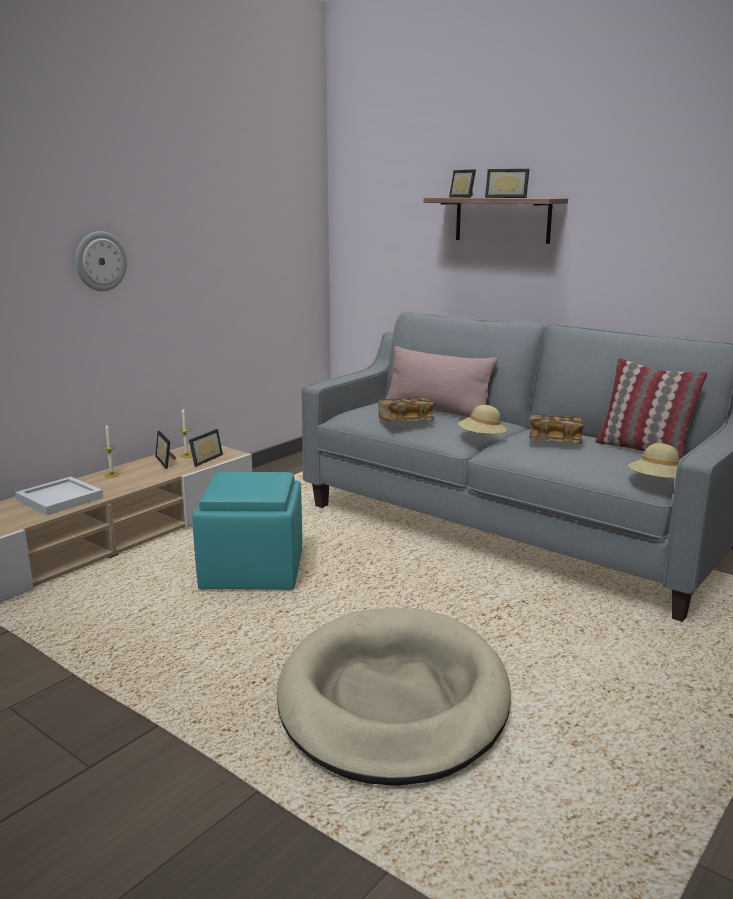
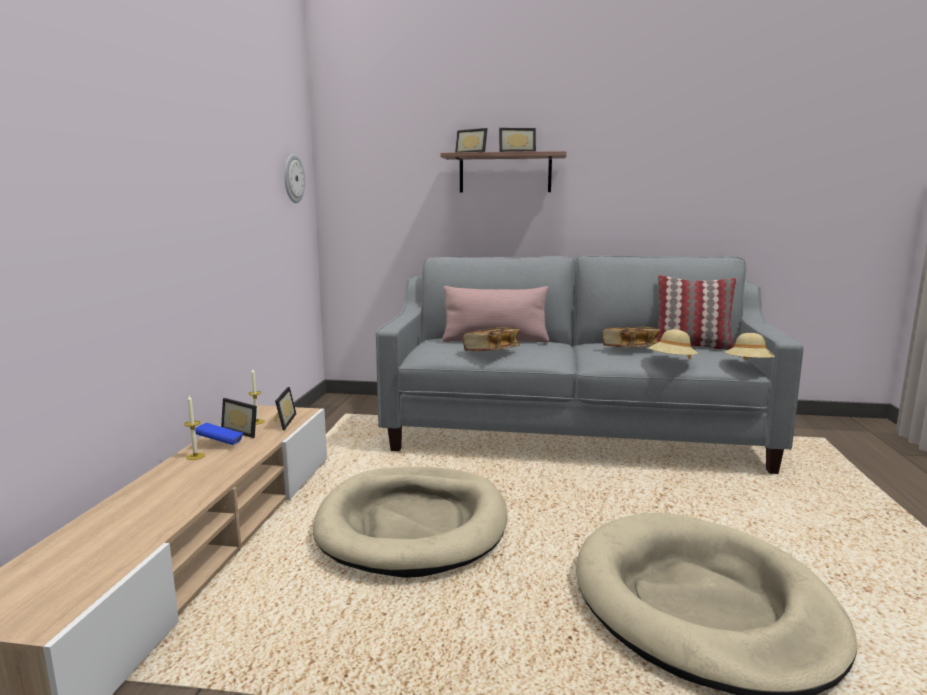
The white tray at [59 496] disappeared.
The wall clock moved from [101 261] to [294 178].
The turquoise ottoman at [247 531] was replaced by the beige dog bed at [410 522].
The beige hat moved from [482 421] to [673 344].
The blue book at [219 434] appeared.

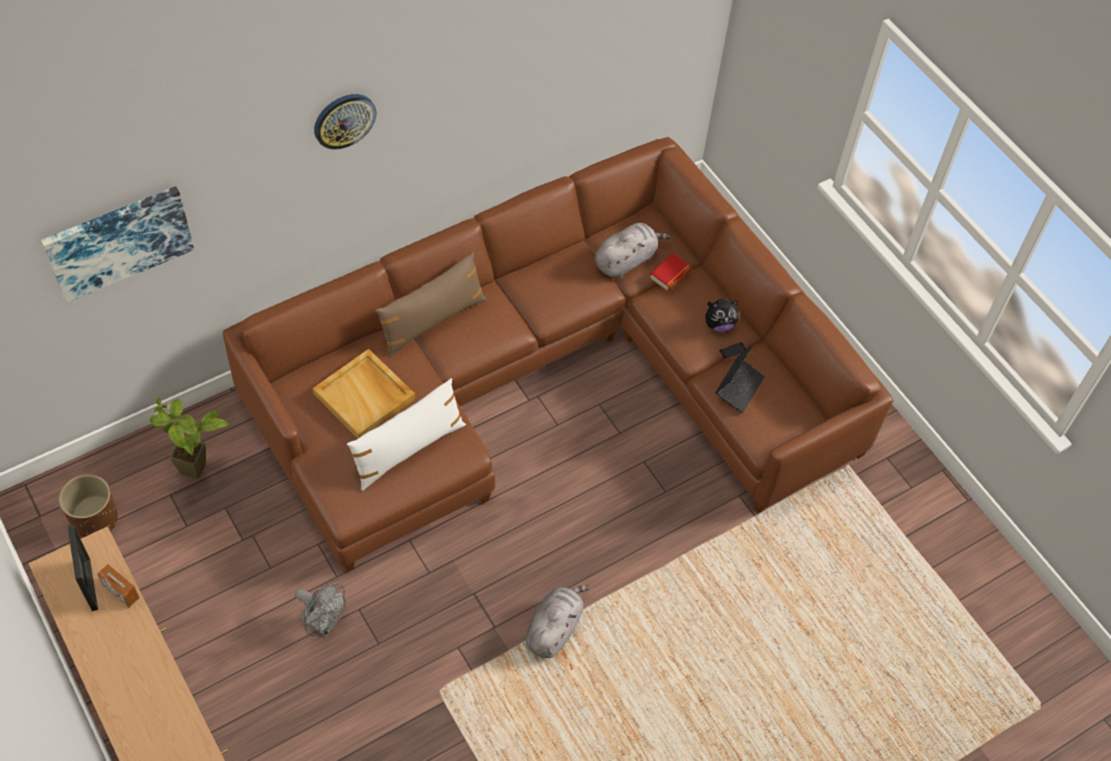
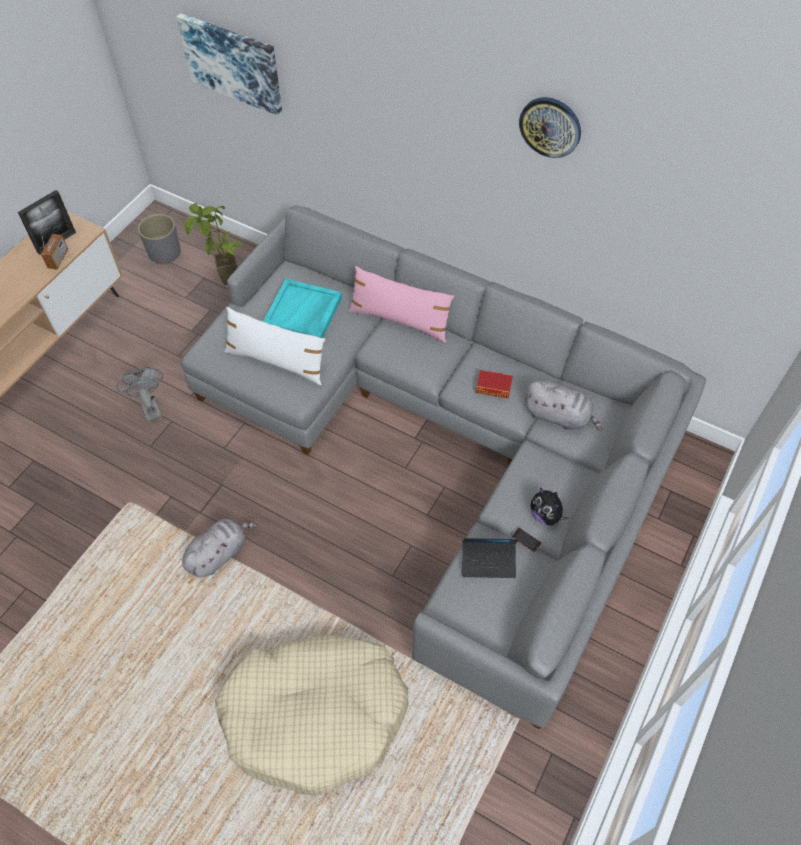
The brown planter at [88 506] became the grey planter at [159 239].
The brown sofa at [558 354] became the grey sofa at [443 467].
The grey fan at [320 609] turned 150 degrees clockwise.
The beige tray at [363 393] became the turquoise tray at [302 308].
The wall clock moved from [345 121] to [550 127].
The brown pillow at [430 305] became the pink pillow at [401 304].
The grey plush toy at [558 621] turned 45 degrees counterclockwise.
The book moved from [670 272] to [494 384].
The beige dog bed at [312 715] appeared.

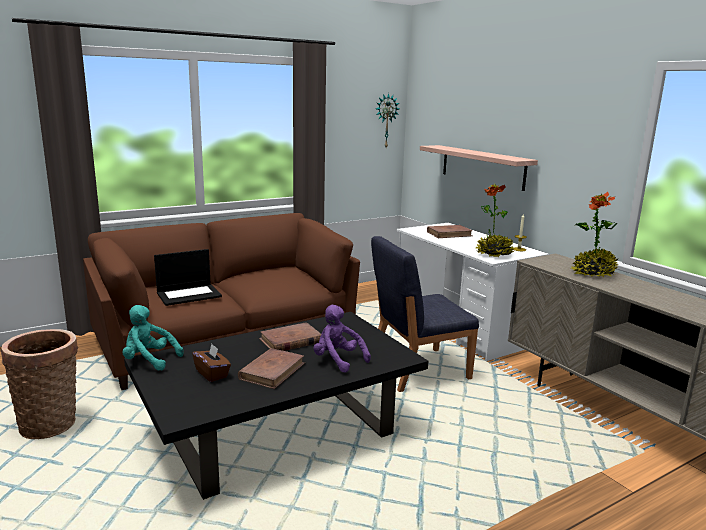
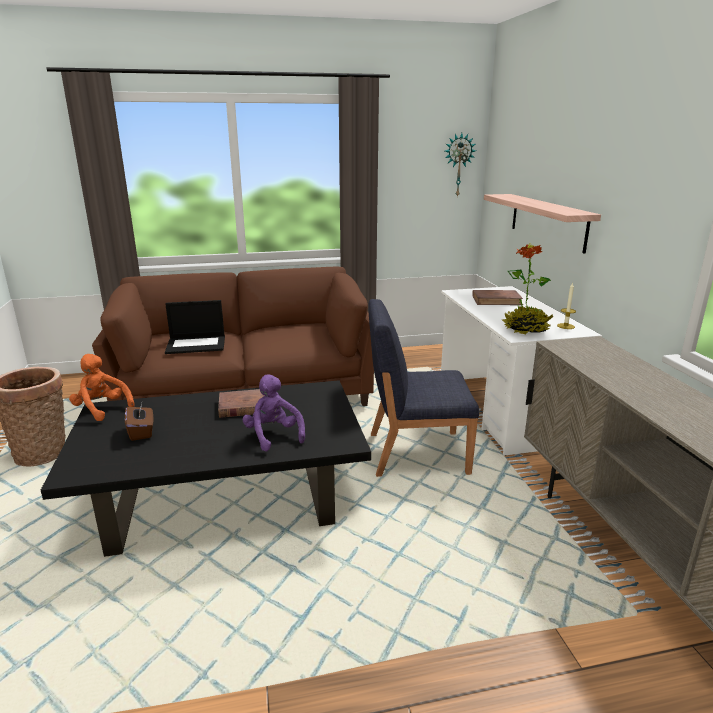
The turquoise plush toy at [153 338] became the orange plush toy at [101 387].
The brown book at [271 368] disappeared.
The potted plant at [594 234] disappeared.

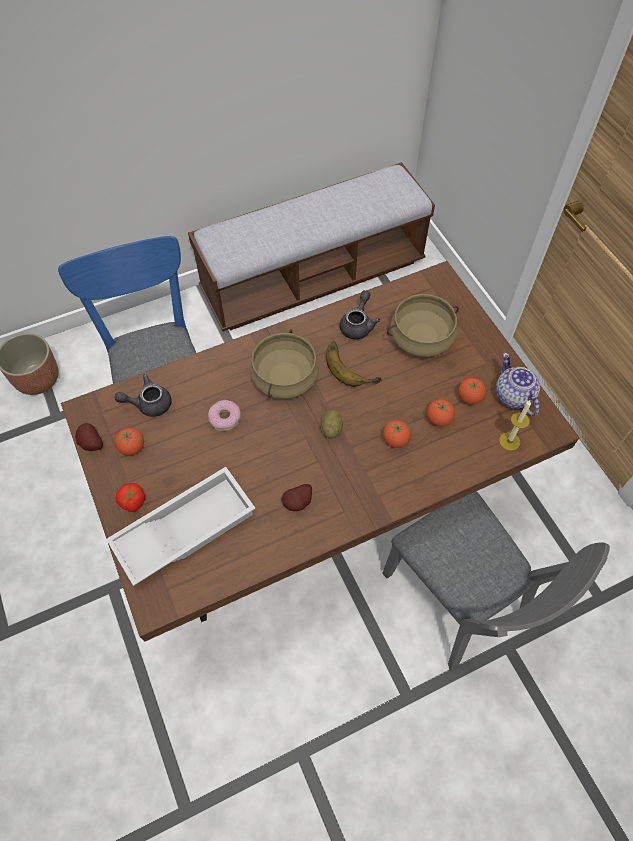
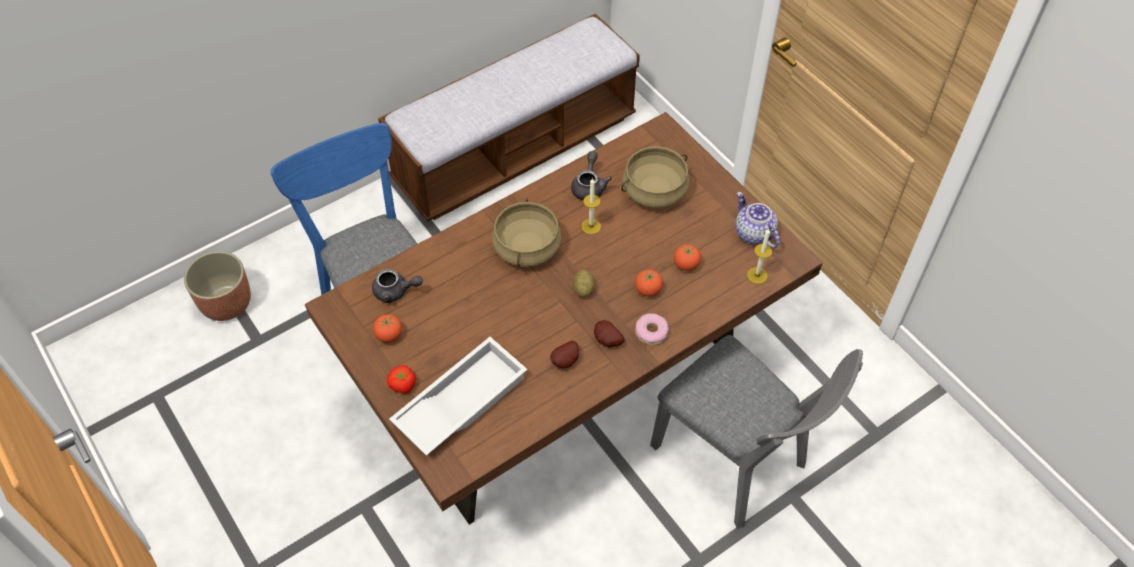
The potato moved from [89 437] to [609 333].
The grey teapot at [142 395] turned 150 degrees counterclockwise.
The donut moved from [224 415] to [652 329].
The banana at [354 364] was replaced by the candle at [591 206].
The tomato at [472 391] disappeared.

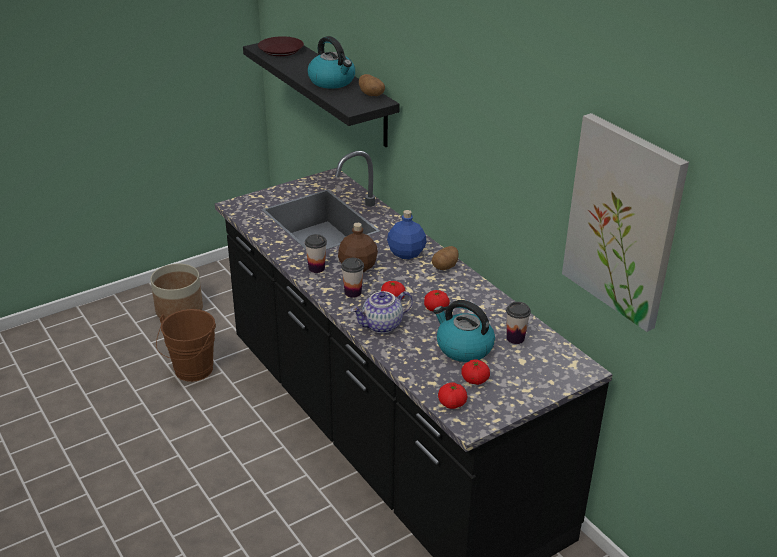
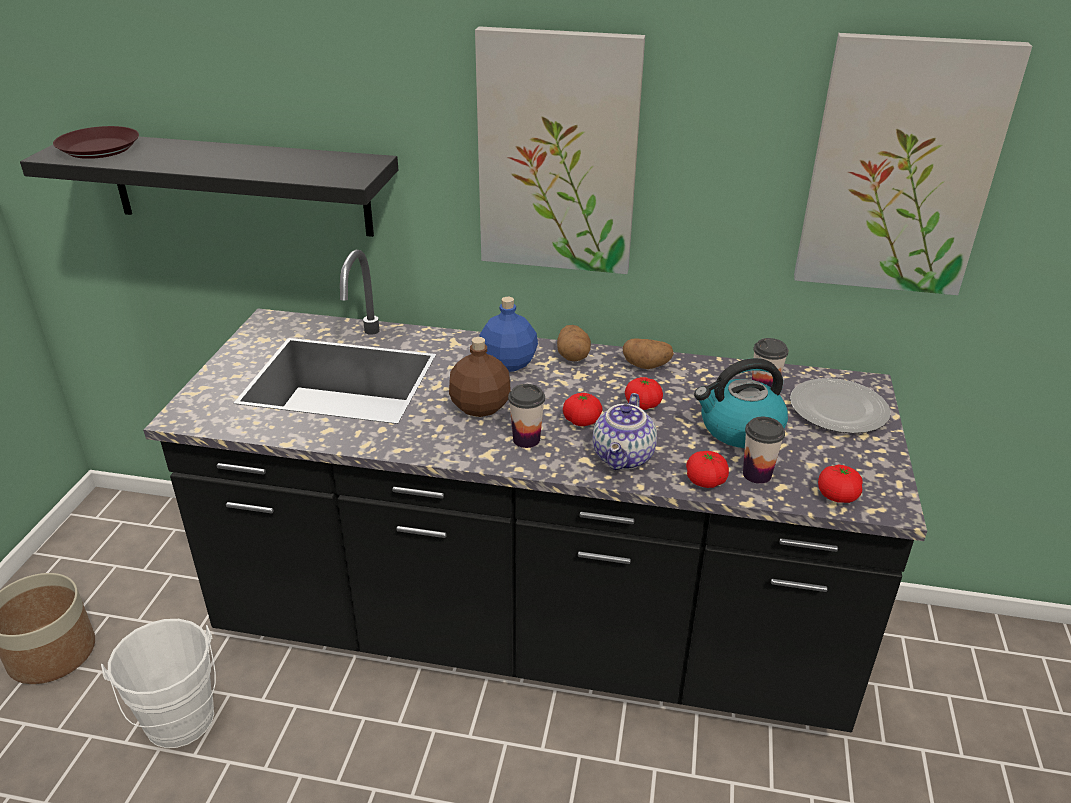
The brown bucket at [186 345] became the white bucket at [158 683].
The cup moved from [316 253] to [764 450].
The kettle at [331 62] disappeared.
The potato moved from [372 85] to [648 354].
The tomato moved from [475 372] to [707 469].
The picture at [560 150] appeared.
The plate at [840 405] appeared.

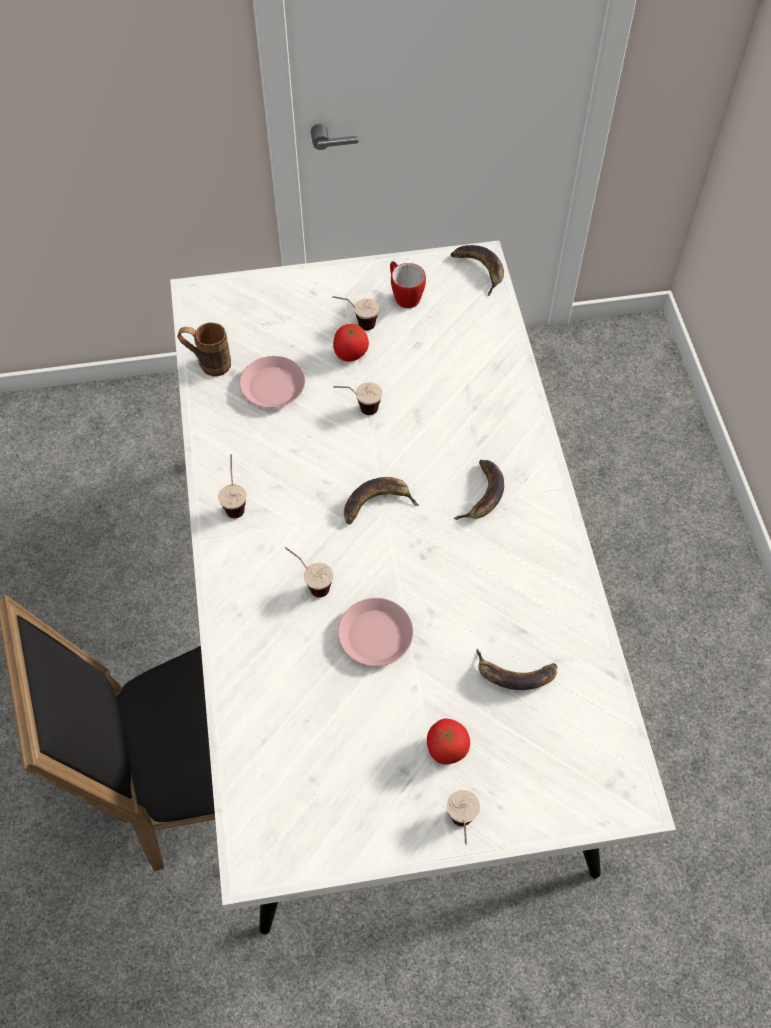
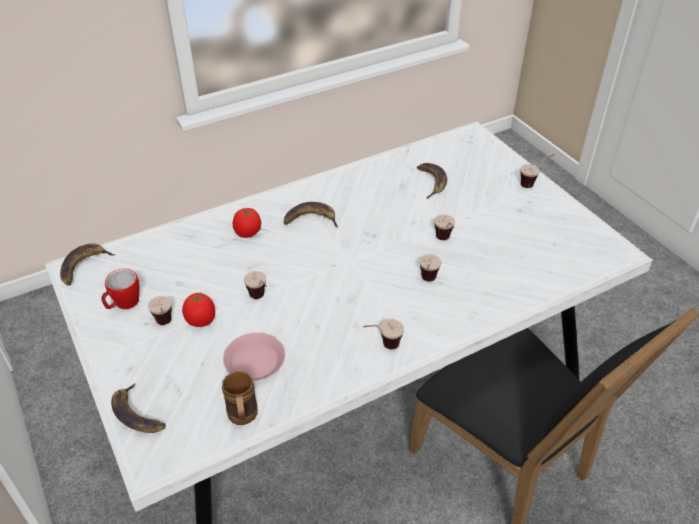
The pink plate at [375 632] was replaced by the cup at [444 227].
The banana moved from [381 501] to [138 408].
The tomato moved from [448 742] to [246 223].

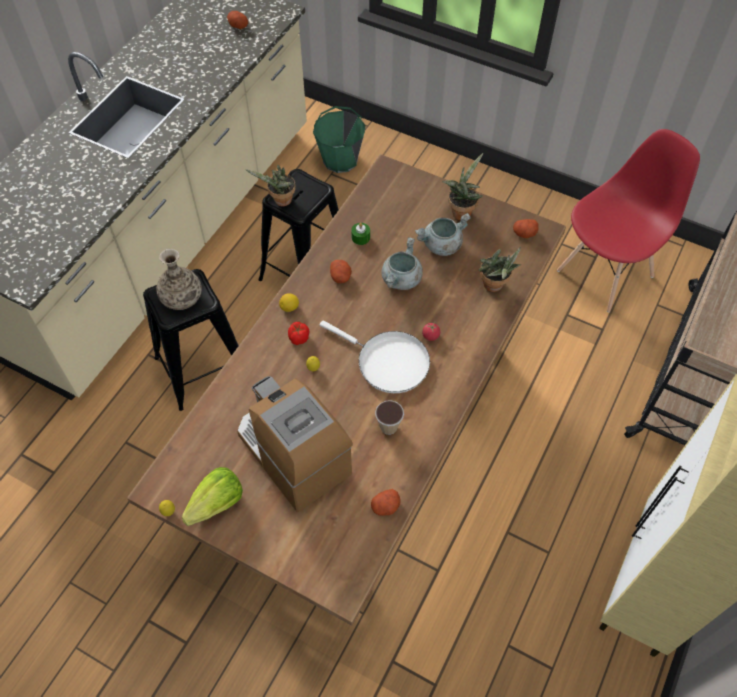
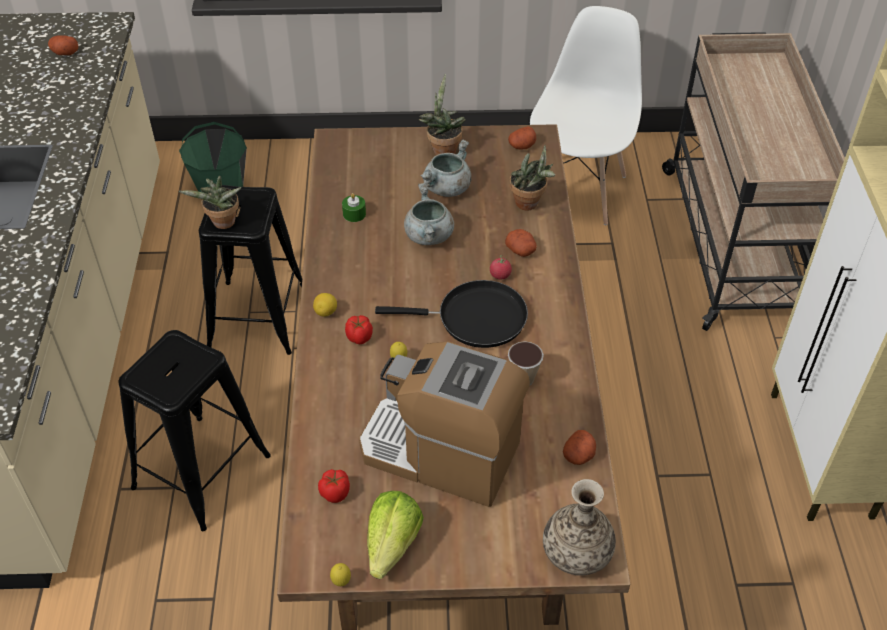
The vase moved from [179 279] to [579 527].
The white frying pan at [375 357] became the black frying pan at [451 314].
The potato moved from [341 271] to [521 243].
The red chair at [628 220] became the white chair at [586 116].
The tomato at [334 486] appeared.

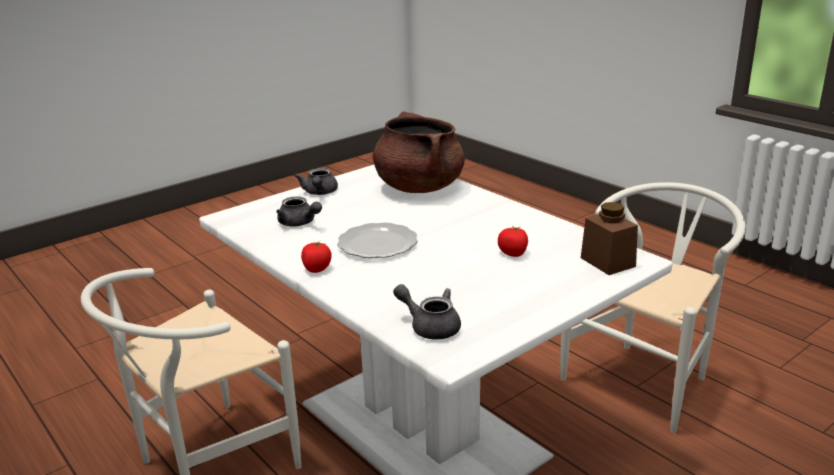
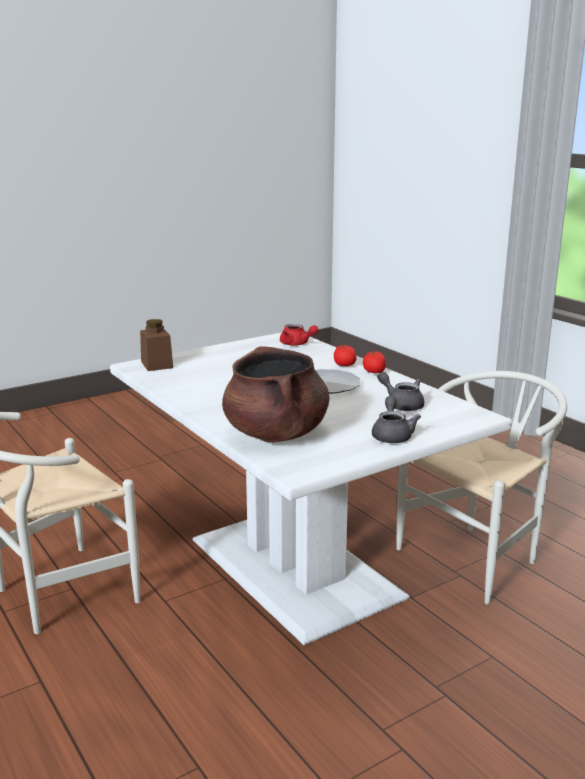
The grey teapot at [427 311] became the red teapot at [299 335].
The tomato moved from [513 241] to [345 355].

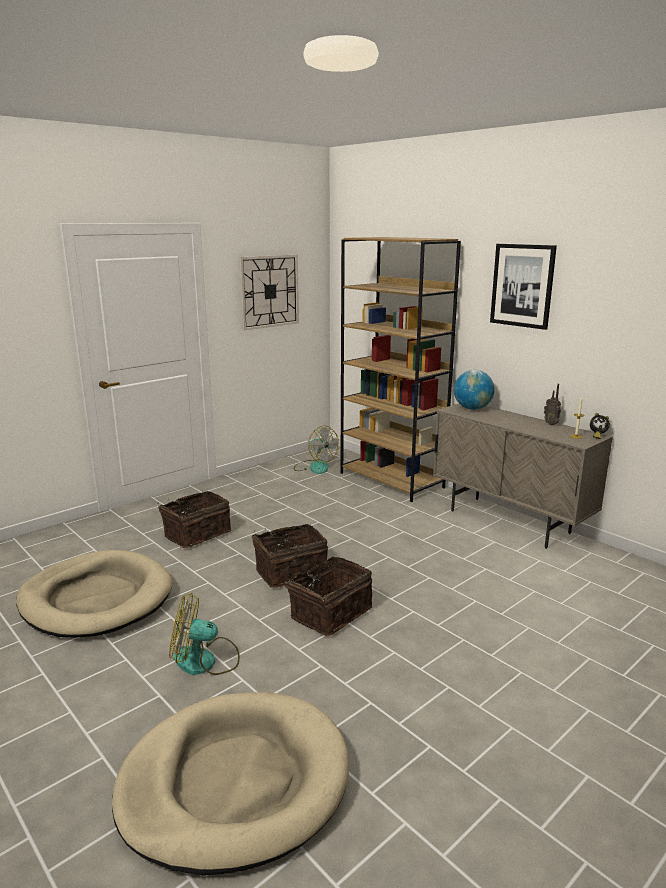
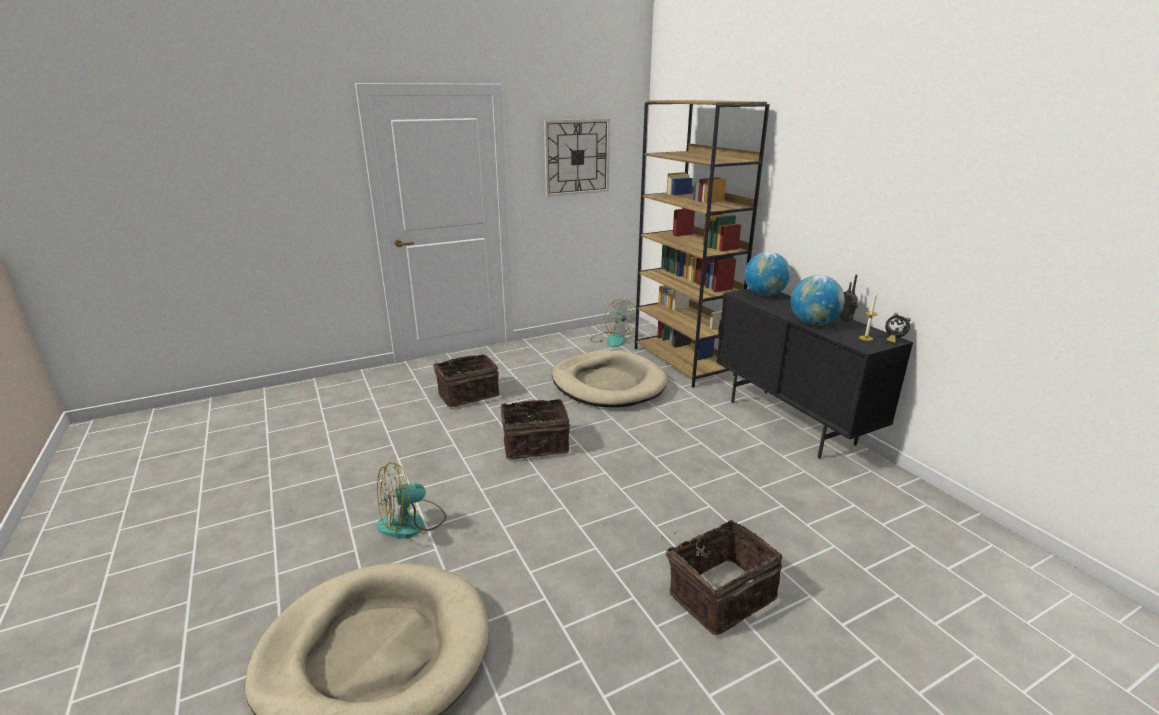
The beige dog bed moved from [94 594] to [610 379].
The fan at [204 634] turned 45 degrees counterclockwise.
The basket moved from [326 596] to [722 577].
The beige cabinet at [523 476] became the black cabinet at [814 373].
The picture at [523 287] disappeared.
The globe at [818 300] appeared.

